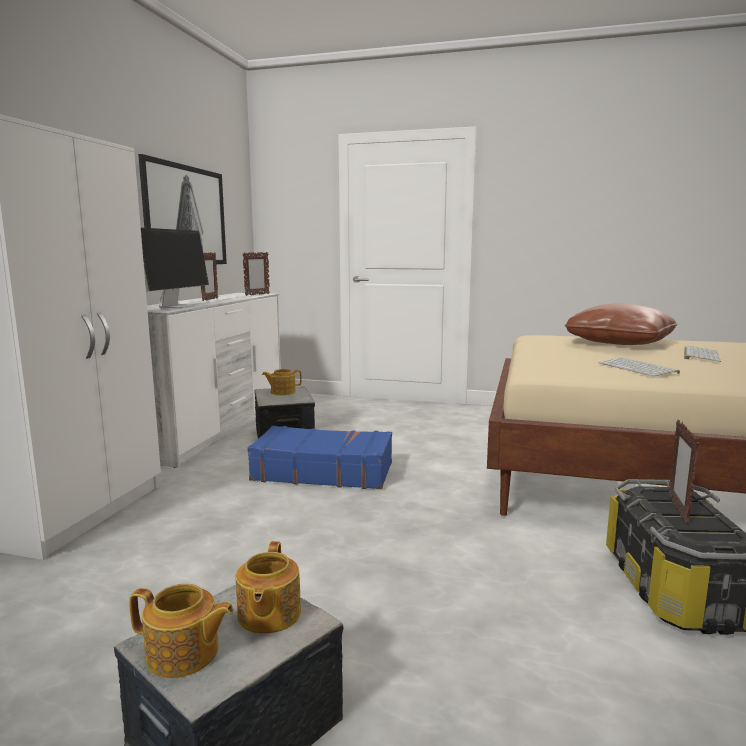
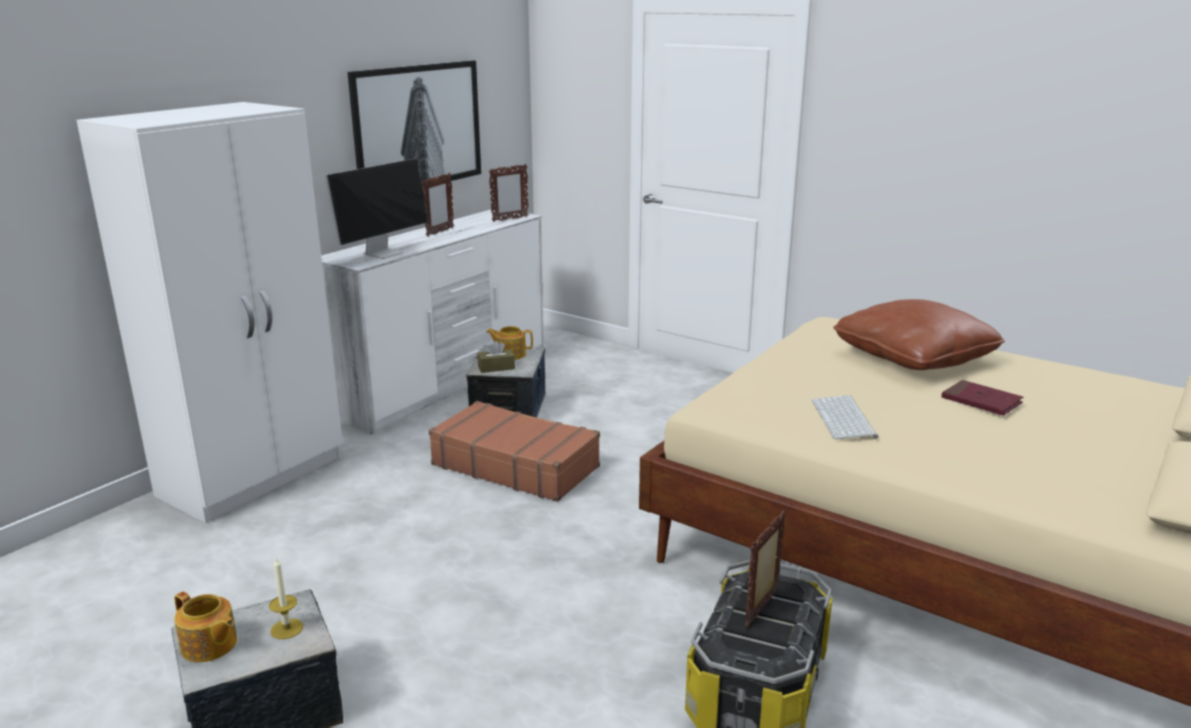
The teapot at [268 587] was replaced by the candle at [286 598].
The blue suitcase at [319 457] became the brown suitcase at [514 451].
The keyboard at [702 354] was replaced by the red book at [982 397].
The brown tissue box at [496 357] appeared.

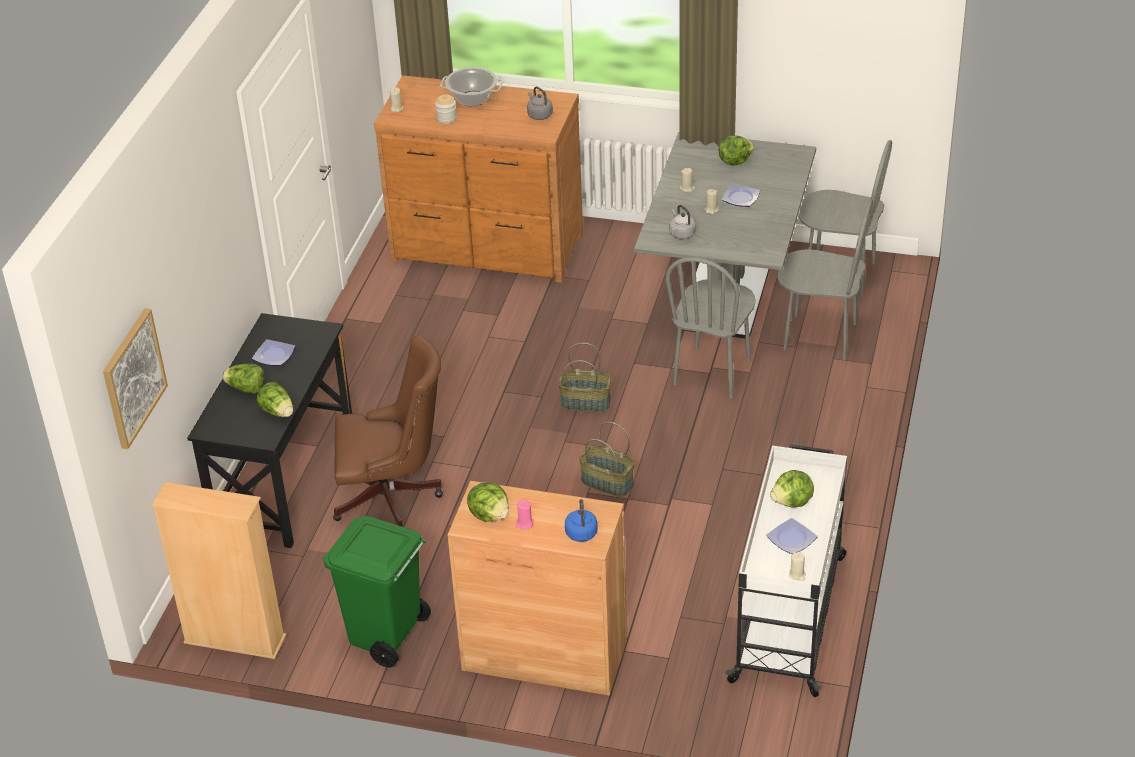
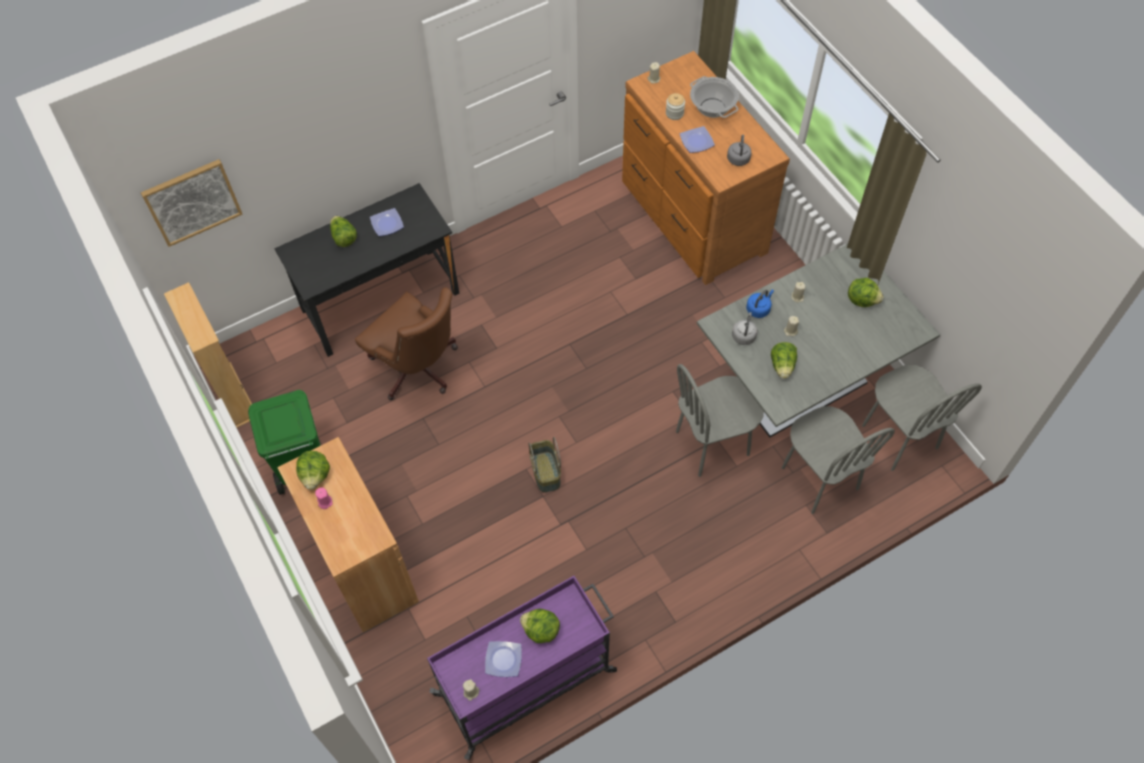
The lettuce moved from [275 399] to [784 360].
The basket at [584 377] disappeared.
The blue kettle moved from [581 520] to [760 304].
The plate moved from [741 195] to [697 139].
The white cart at [786 570] became the purple cart at [522 668].

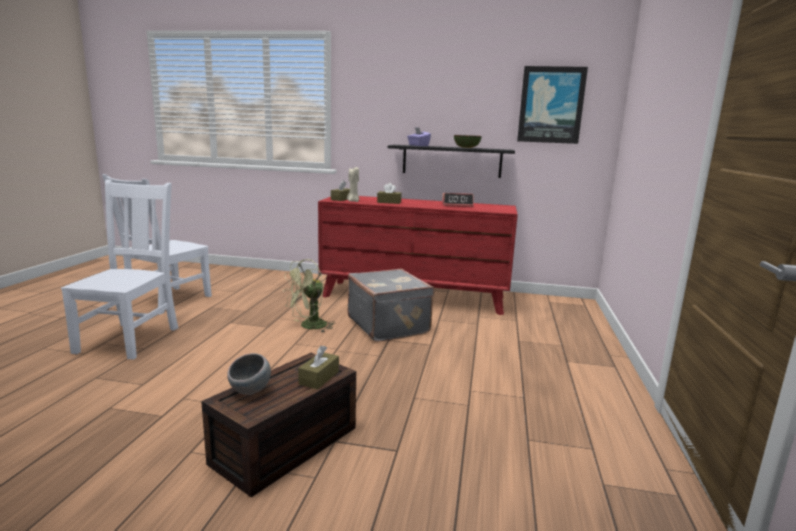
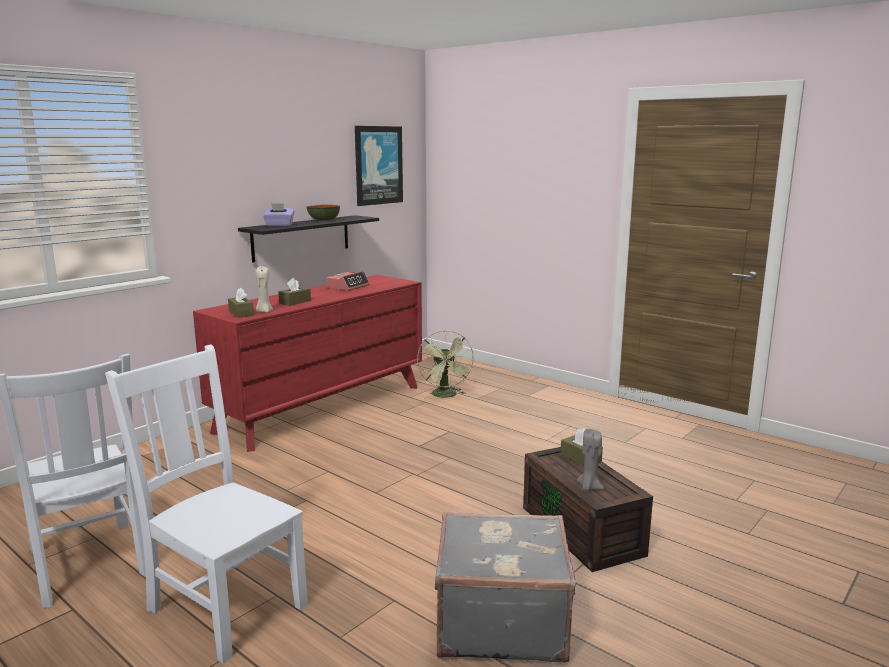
The grey bowl at [249 374] was replaced by the grey candle at [590 460].
The green fan moved from [308 296] to [445 364].
The grey suitcase moved from [391 305] to [505 587].

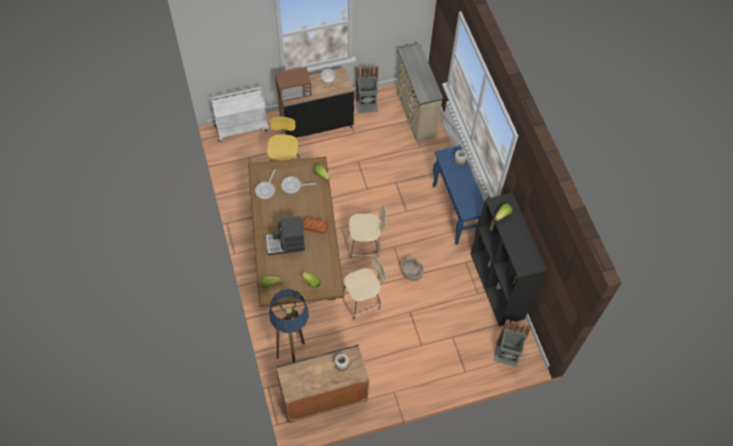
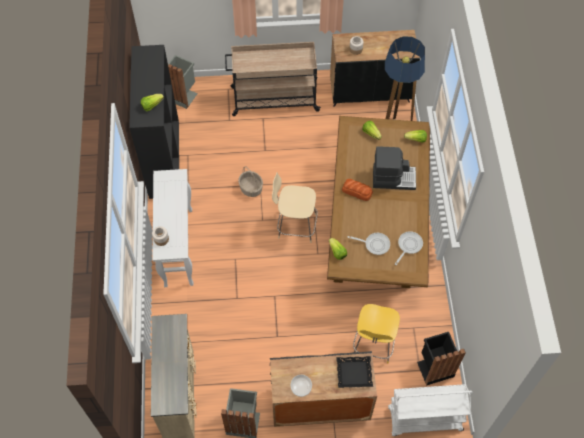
The microwave at [293 84] was replaced by the black tray at [354 372].
The beige chair at [365 288] disappeared.
The blue console table at [458 195] became the white console table at [172 228].
The beige cart at [273 79] appeared.
The black trash can at [441 359] appeared.

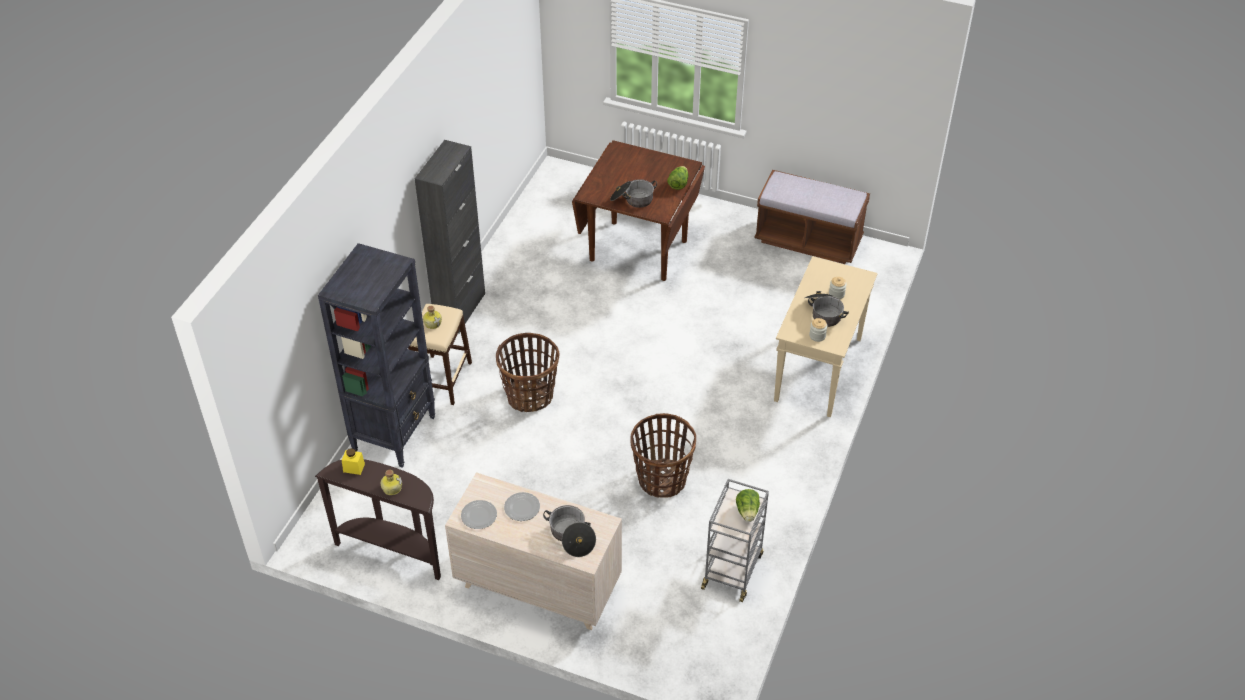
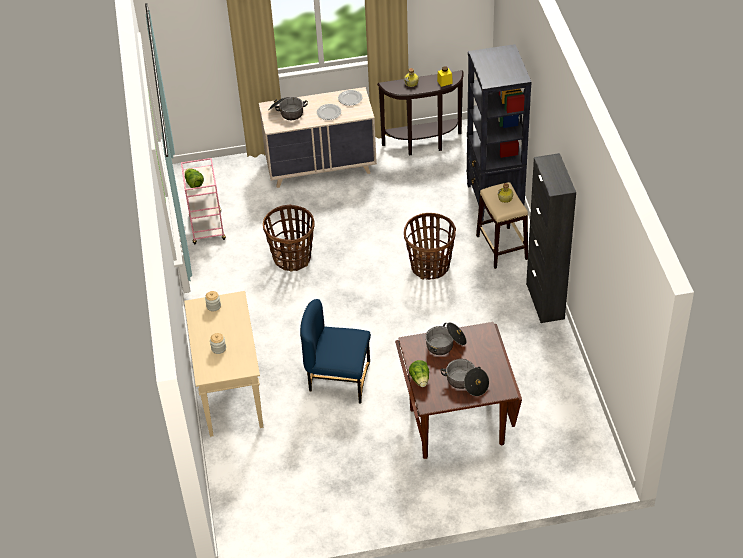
The grey cart at [735 540] became the pink cart at [203 201].
The brown bench at [812 217] disappeared.
The cooking pot moved from [827 309] to [464 377].
The blue chair at [335 351] appeared.

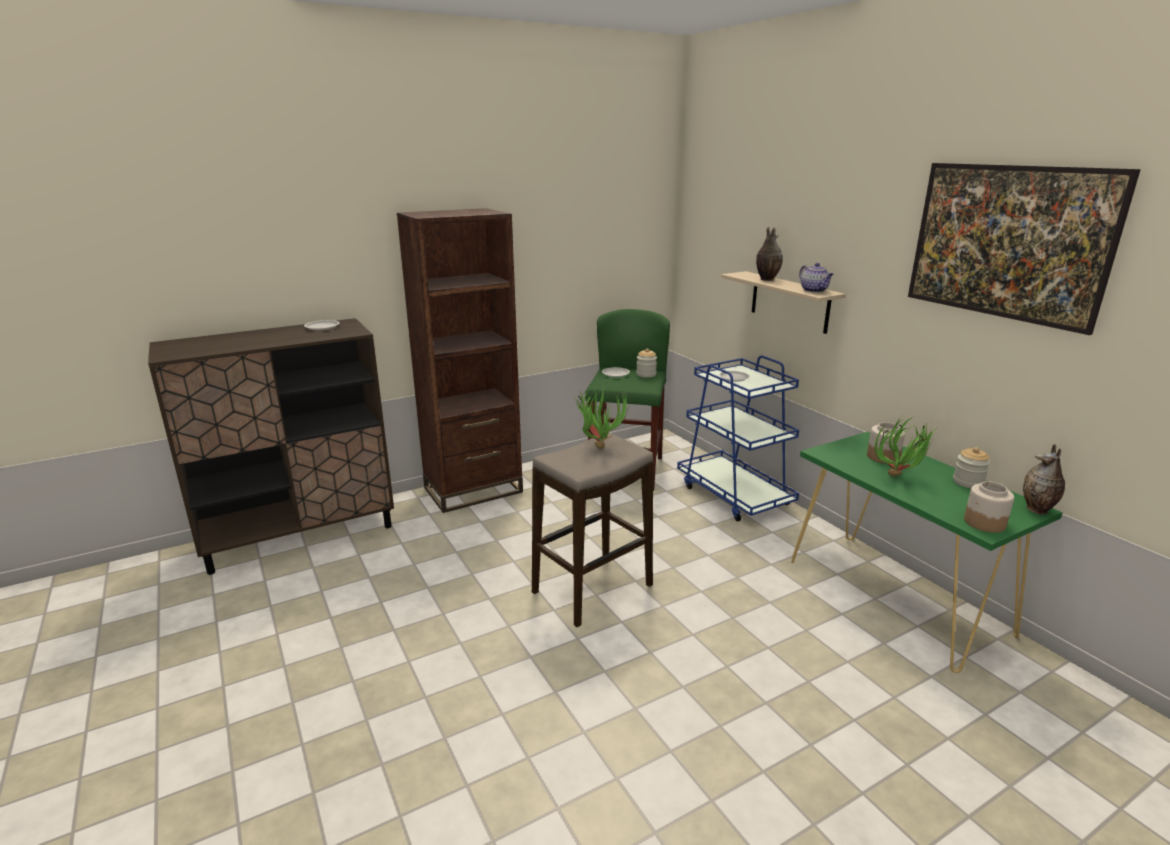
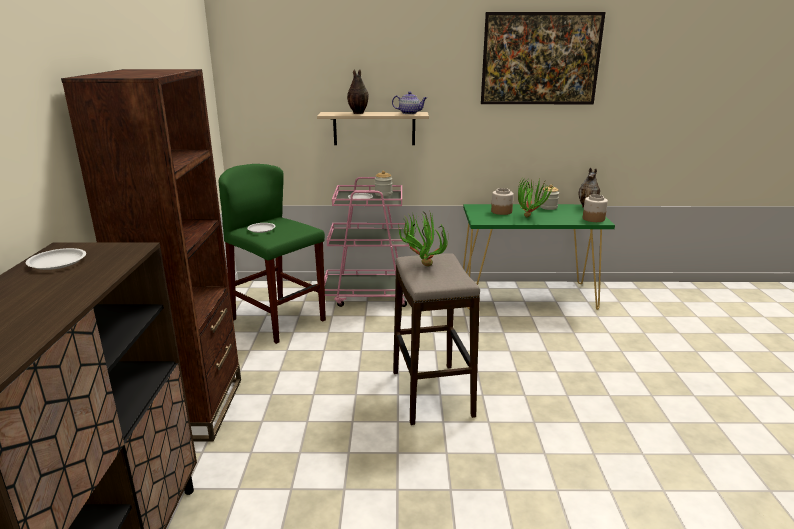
The jar moved from [646 363] to [383 183].
The blue cart at [738 438] became the pink cart at [366 242].

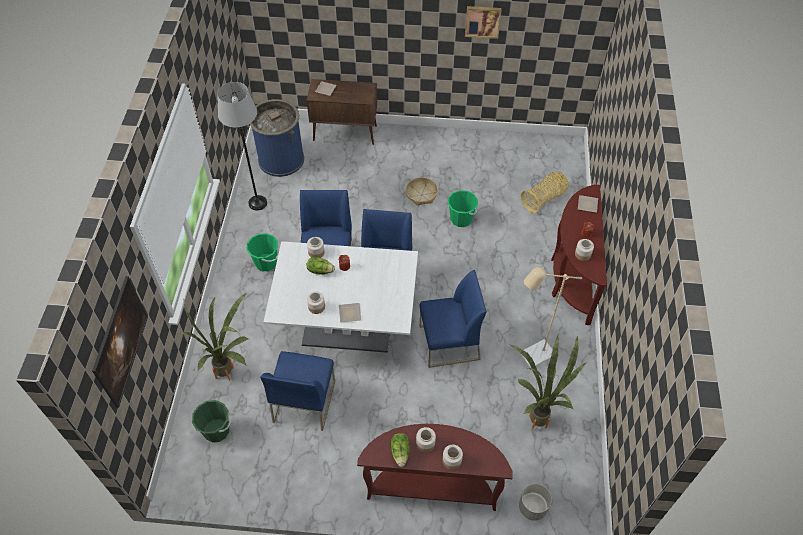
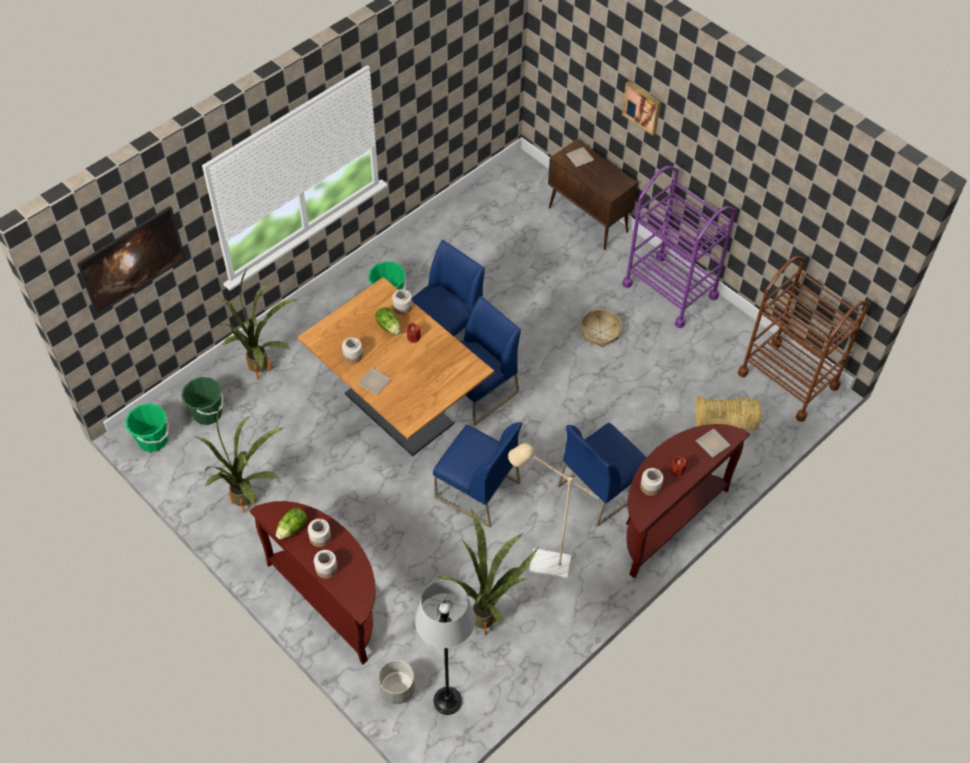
The grey floor lamp moved from [242 146] to [445 647].
The blue trash can at [277 138] disappeared.
The blue chair moved from [297 391] to [602 475].
The white dining table at [341 297] became the brown dining table at [395 366].
The green bucket moved from [463 208] to [147 427].
The picture moved from [483 22] to [641 108].
The potted plant at [239 457] appeared.
The purple cart at [679 247] appeared.
The brown cart at [803 339] appeared.

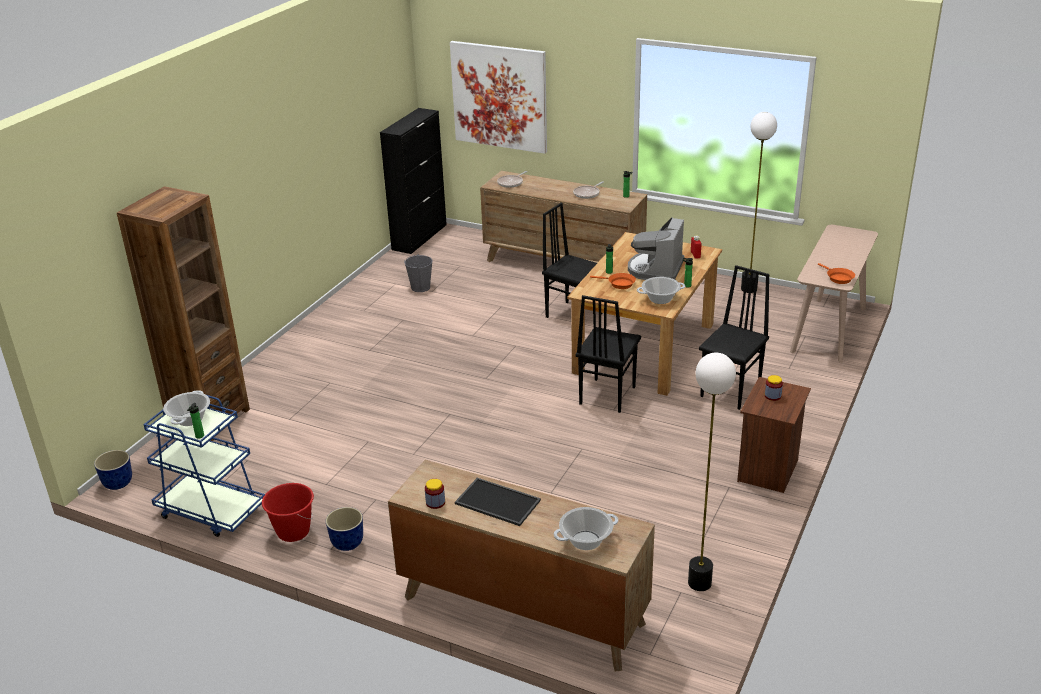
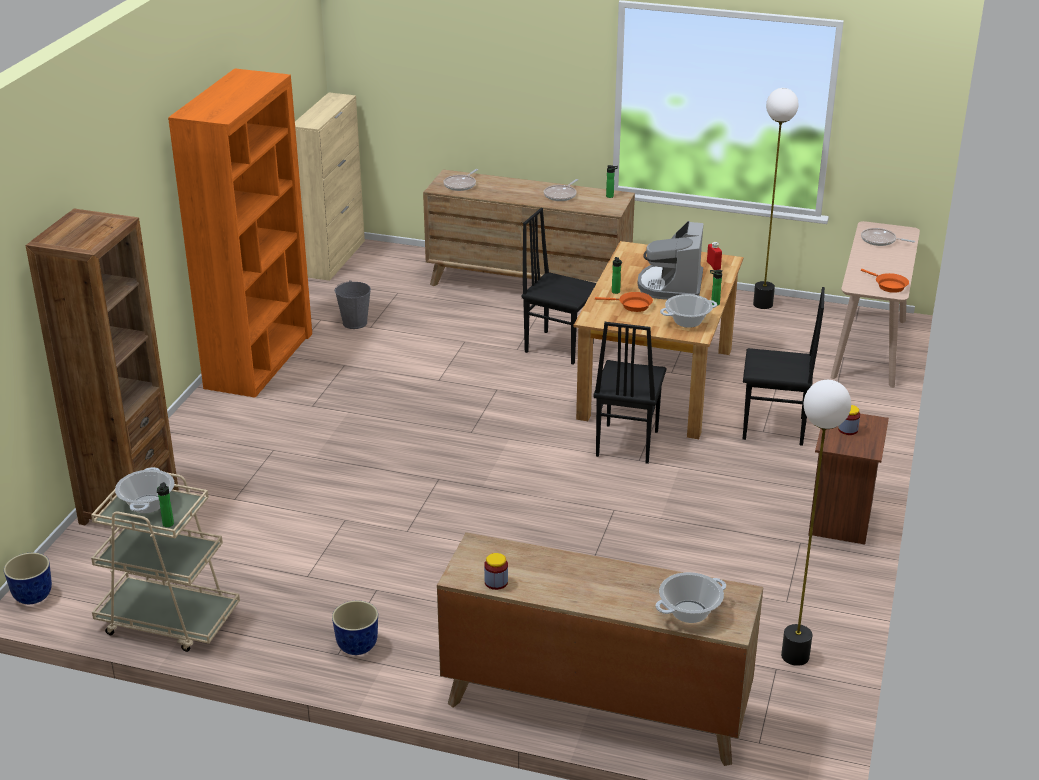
The blue cart at [204 465] became the beige cart at [165 562].
The red bucket at [288 512] disappeared.
The black cabinet at [413 181] became the beige cabinet at [330 186].
The picture at [498 97] disappeared.
The tray at [498 502] disappeared.
The black chair at [734 337] turned 75 degrees clockwise.
The orange bookcase at [240 233] appeared.
The frying pan at [888 237] appeared.

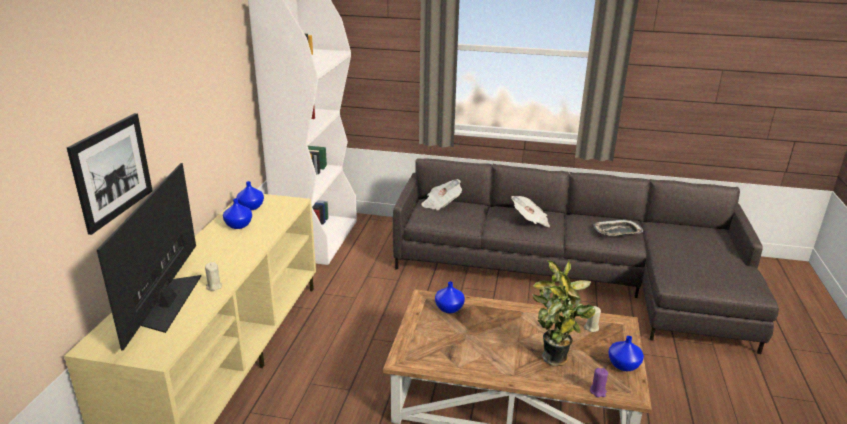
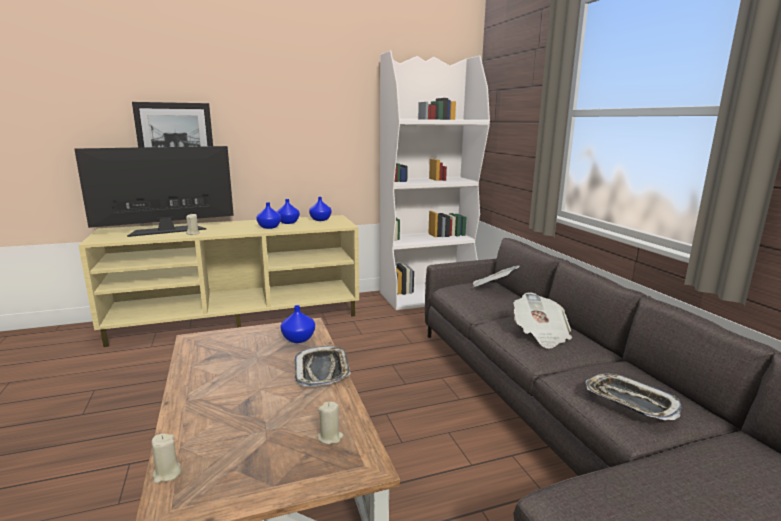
The potted plant at [564 313] disappeared.
The purple candle at [599 382] became the beige candle at [167 458].
The blue vase moved from [626 353] to [268 215].
The tray at [323 366] appeared.

